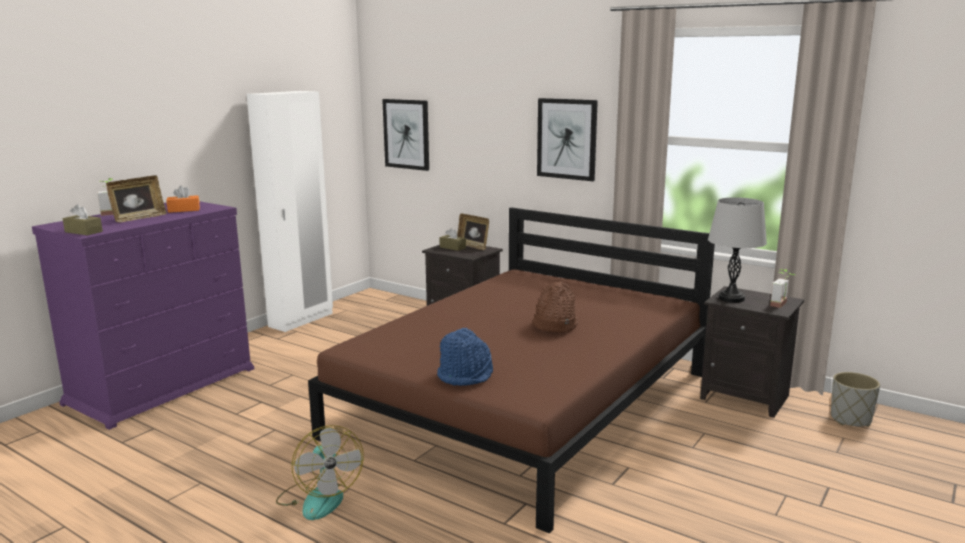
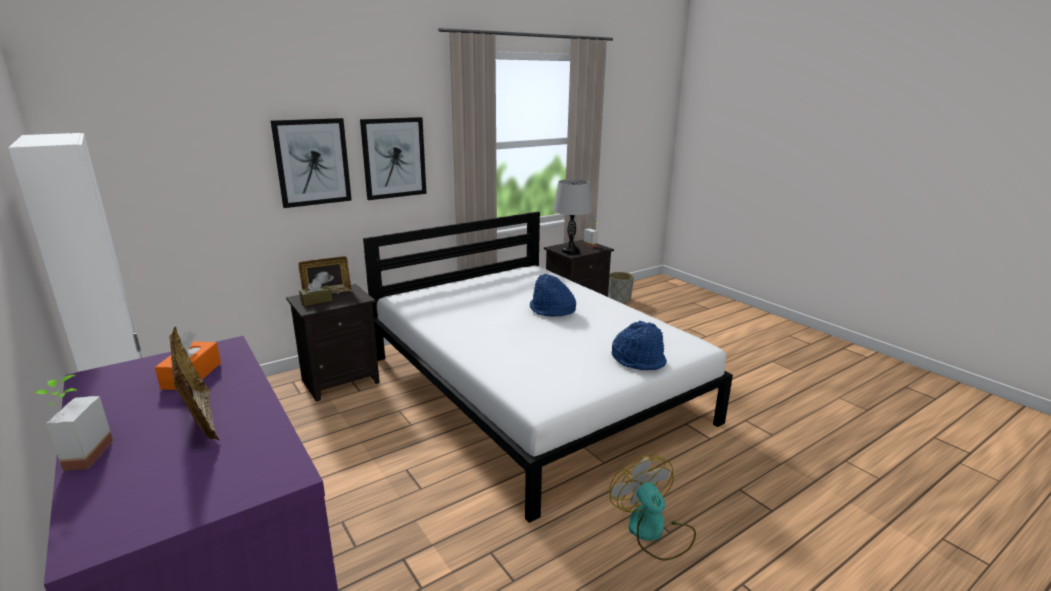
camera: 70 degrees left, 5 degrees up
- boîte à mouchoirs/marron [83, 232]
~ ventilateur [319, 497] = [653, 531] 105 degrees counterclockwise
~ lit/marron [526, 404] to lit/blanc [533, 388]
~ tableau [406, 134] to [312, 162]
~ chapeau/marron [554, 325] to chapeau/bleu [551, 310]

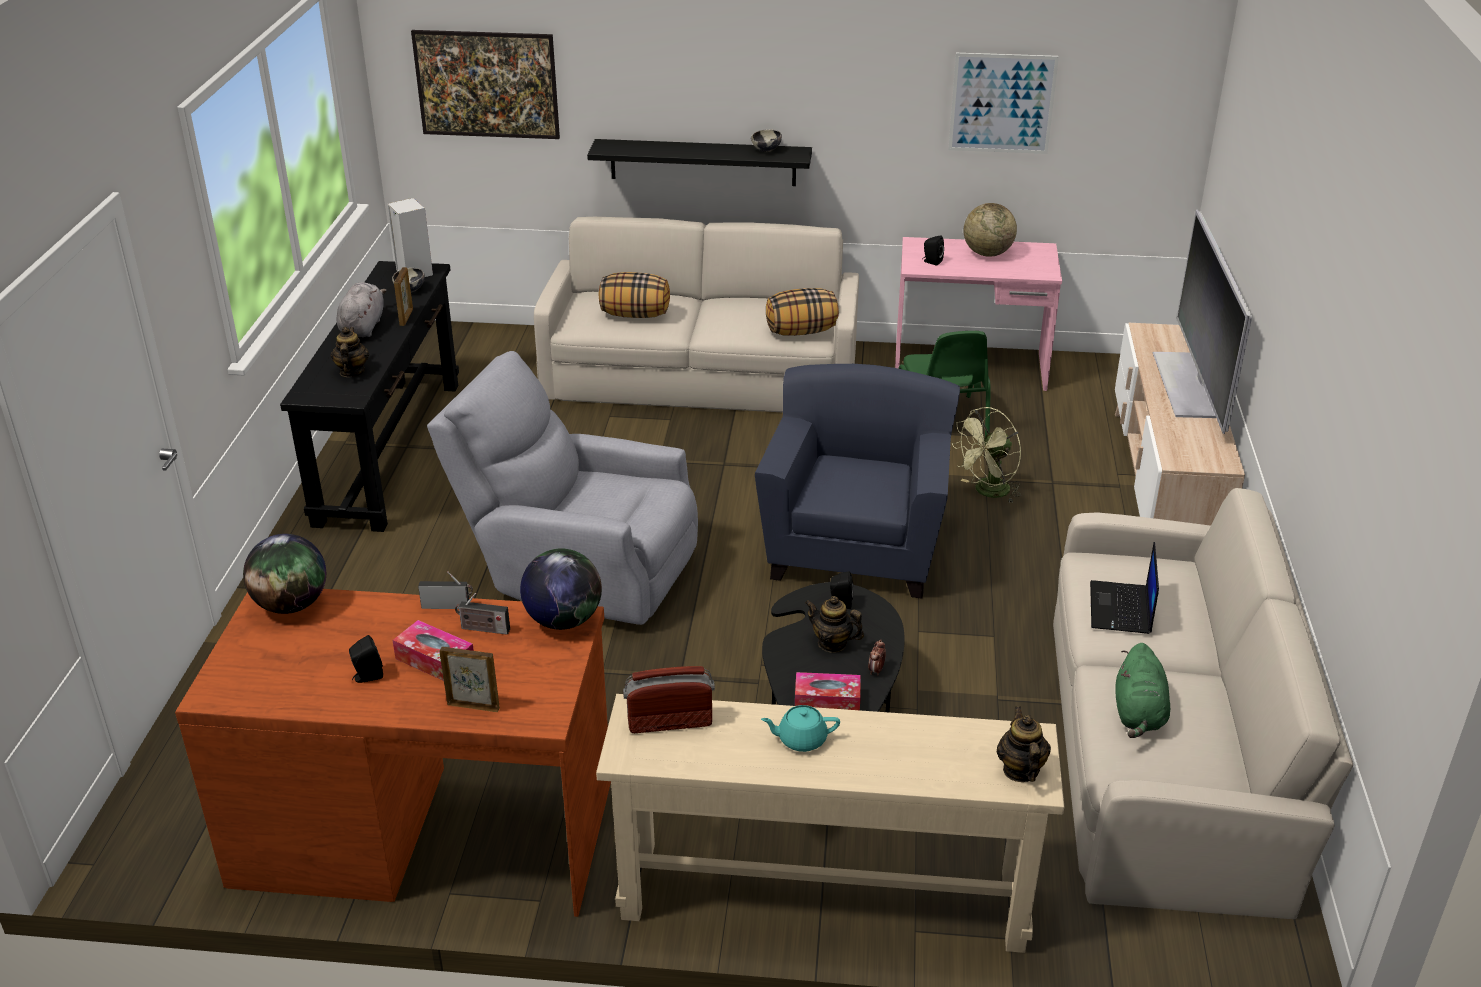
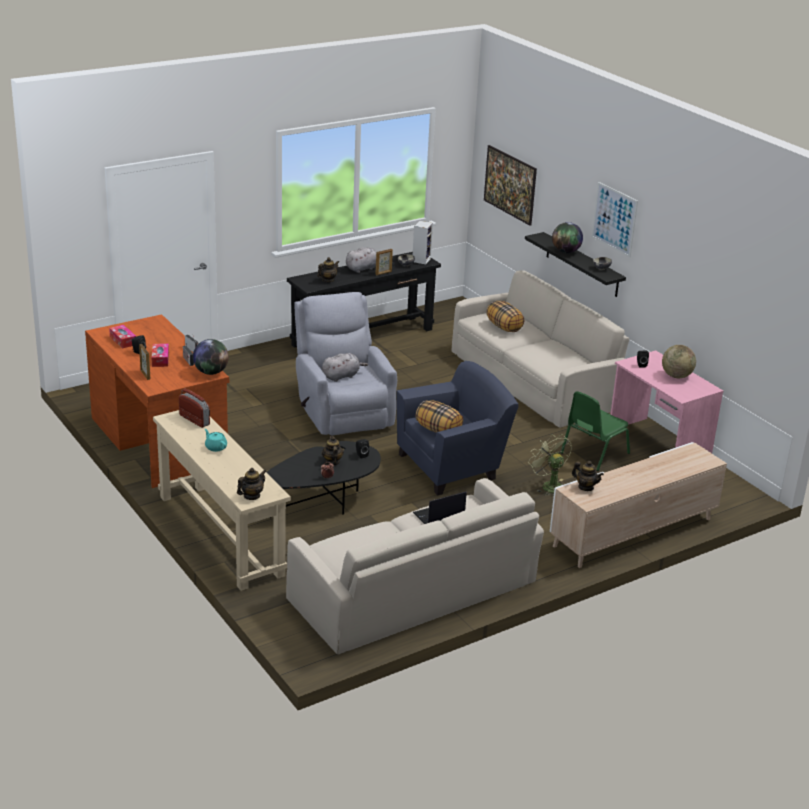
camera: 50 degrees right, 5 degrees down
~ globe [291, 605] to [566, 252]
~ coussin [801, 331] to [438, 430]
~ boîte à mouchoirs [827, 701] to [123, 341]
~ tableau [1002, 103] to [614, 219]
~ ventilateur/vert [987, 492] = [548, 485] 45 degrees clockwise
- peluche/vert [1138, 714]
- téléviseur [1186, 384]
+ peluche/gris [342, 376]
+ théière [586, 487]

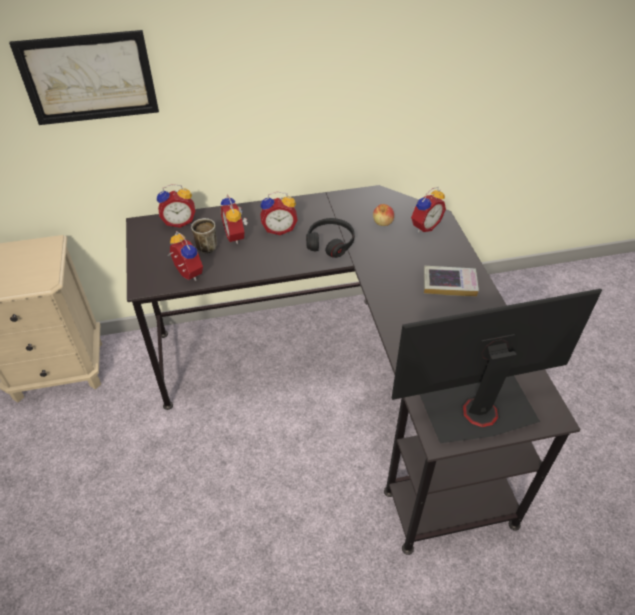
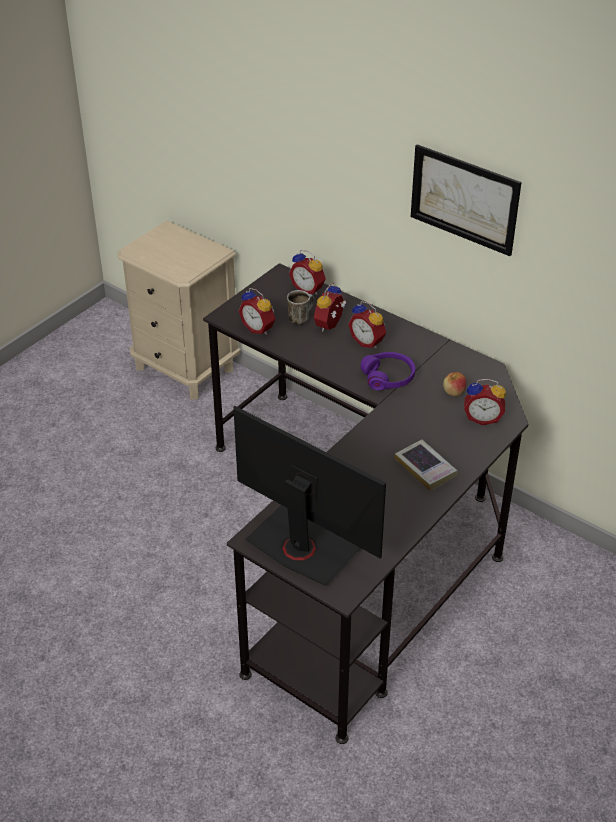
camera: 50 degrees right, 5 degrees down
~ tableau [89, 78] to [464, 199]
~ réveil [186, 274] = [259, 328] 120 degrees clockwise
~ casque audio/noir [330, 242] to casque audio/violet [388, 377]

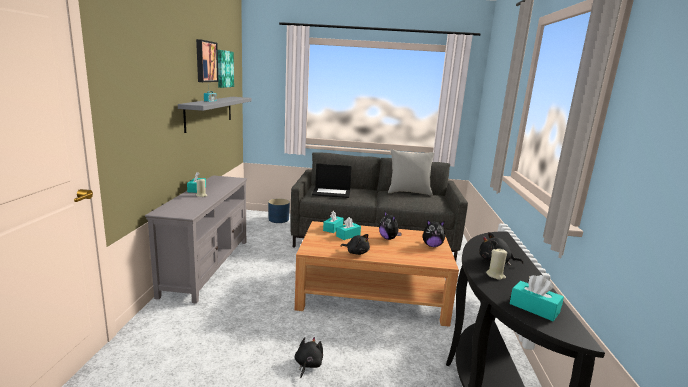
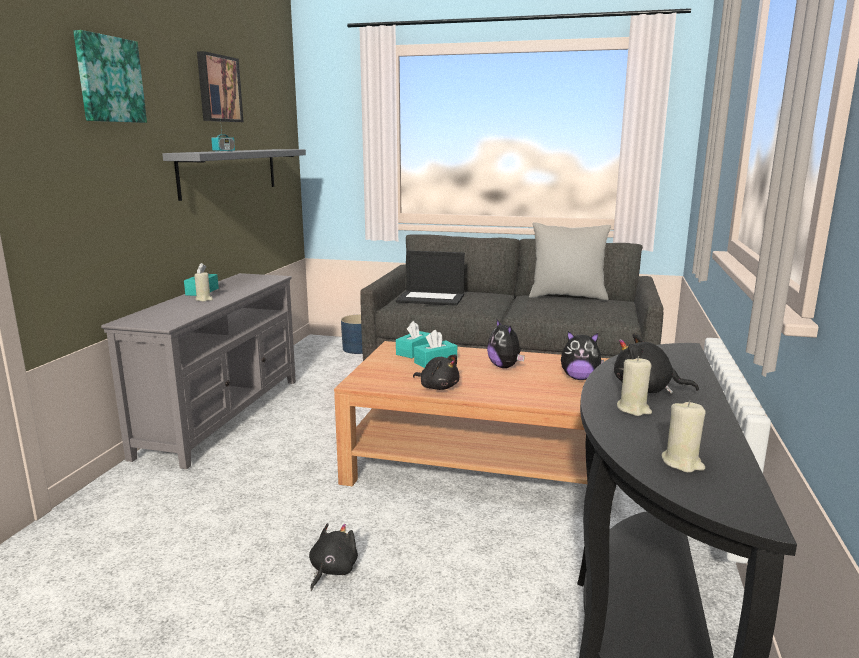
camera: 10 degrees right, 0 degrees up
~ tableau [224, 69] to [109, 79]
~ boîte à mouchoirs/turquoise [534, 308] to bougie/beige [682, 463]

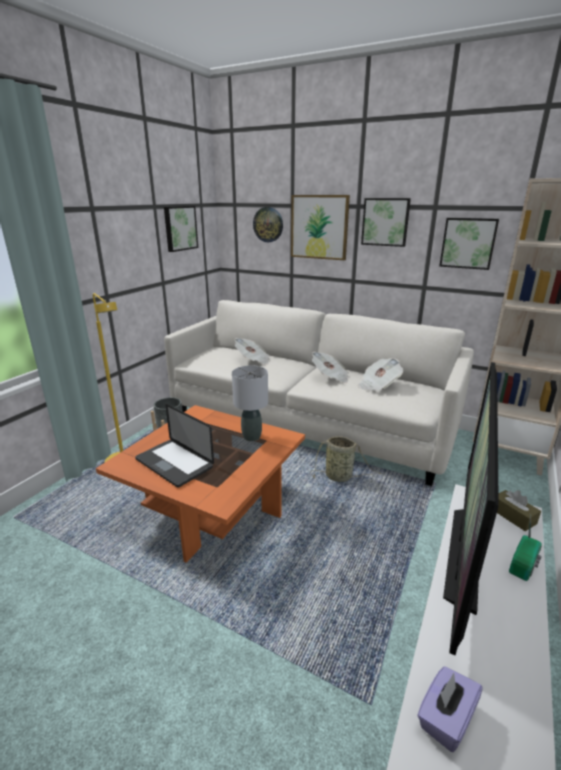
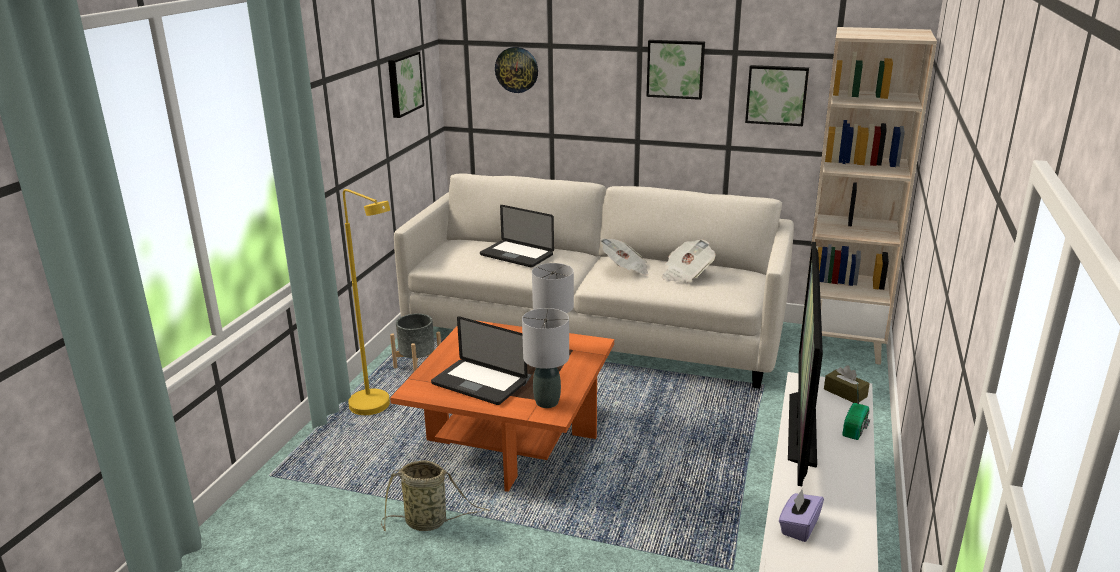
camera: 10 degrees left, 0 degrees up
~ journal [253, 360] to ordinateur portable [516, 255]
- tableau [319, 227]
~ panier [340, 477] to [429, 522]
+ lampe de table/gris [546, 402]

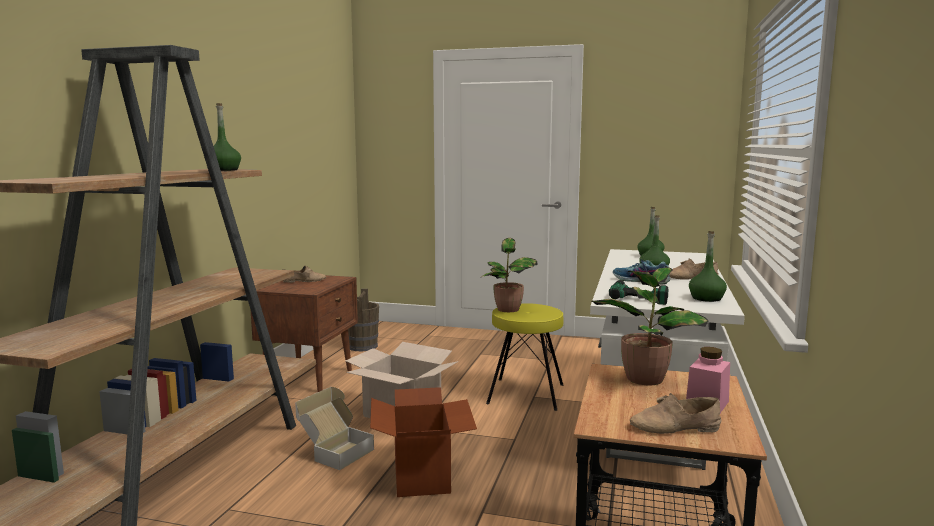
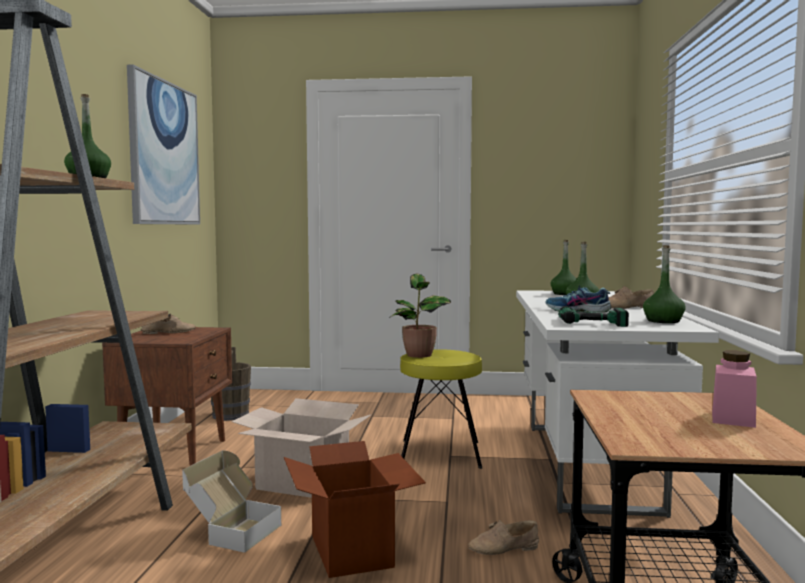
camera: 10 degrees left, 5 degrees down
- plante en pot [645, 378]
~ chaussure/beige [675, 428] to [504, 548]
+ tableau [164, 153]

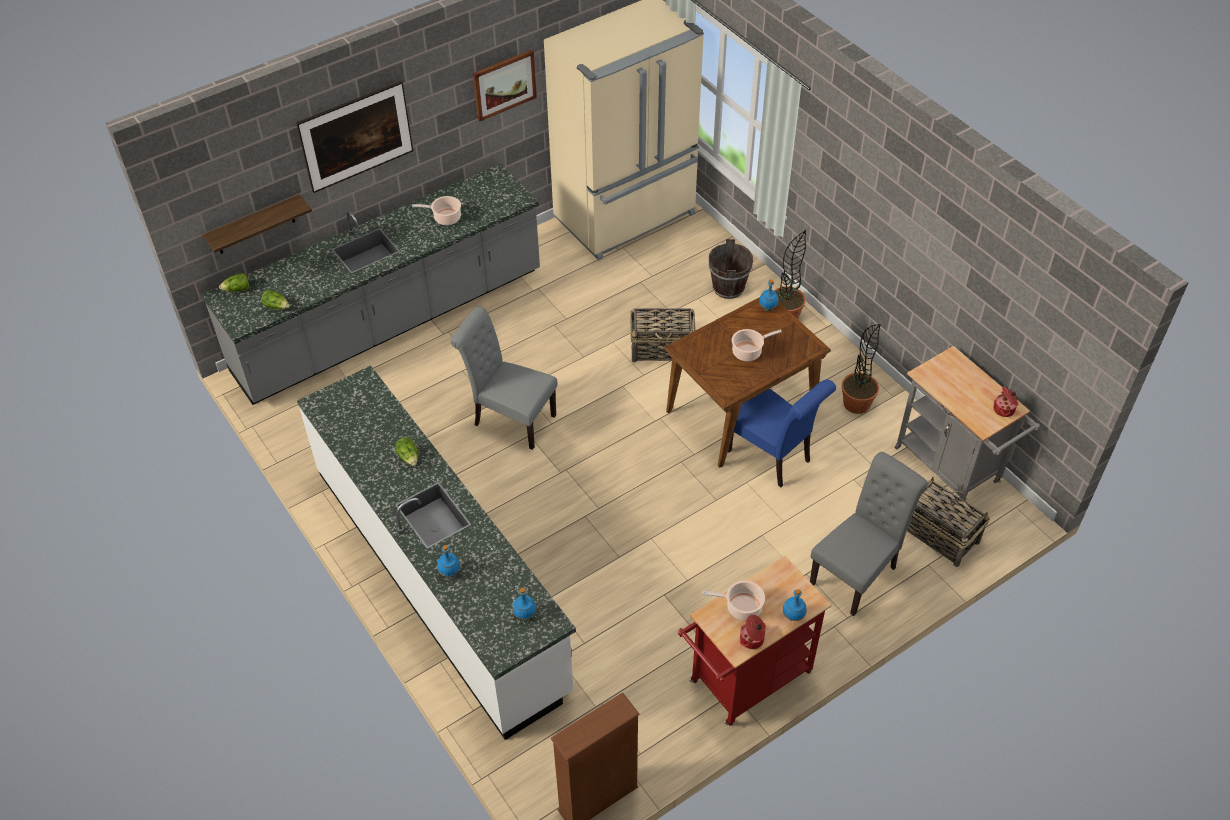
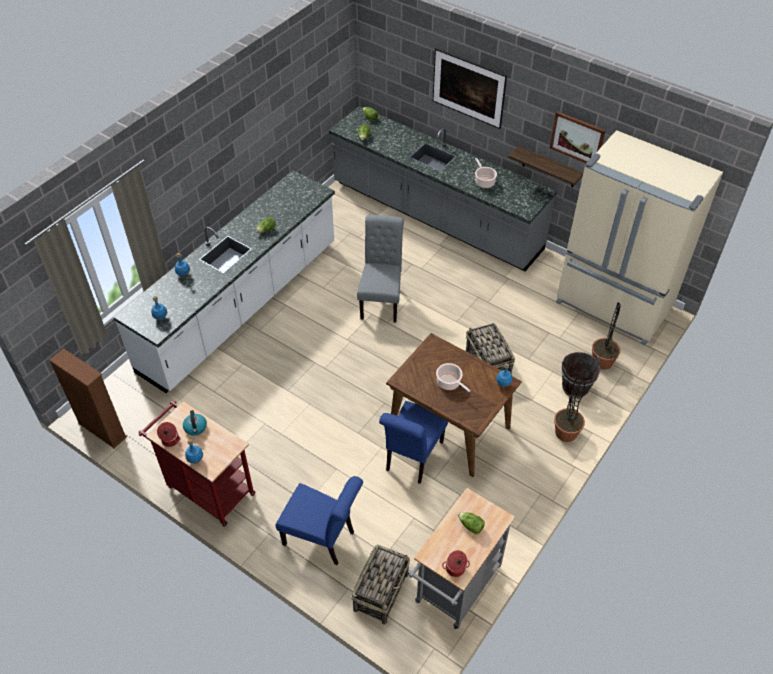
camera: 70 degrees right, 0 degrees up
~ étagère [254, 225] to [549, 167]
~ marmite [741, 607] to bouilloire [195, 428]
~ chaise/gris [857, 573] to chaise/bleu [323, 539]
~ plante en pot [856, 404] to [602, 361]
+ laitue [470, 526]

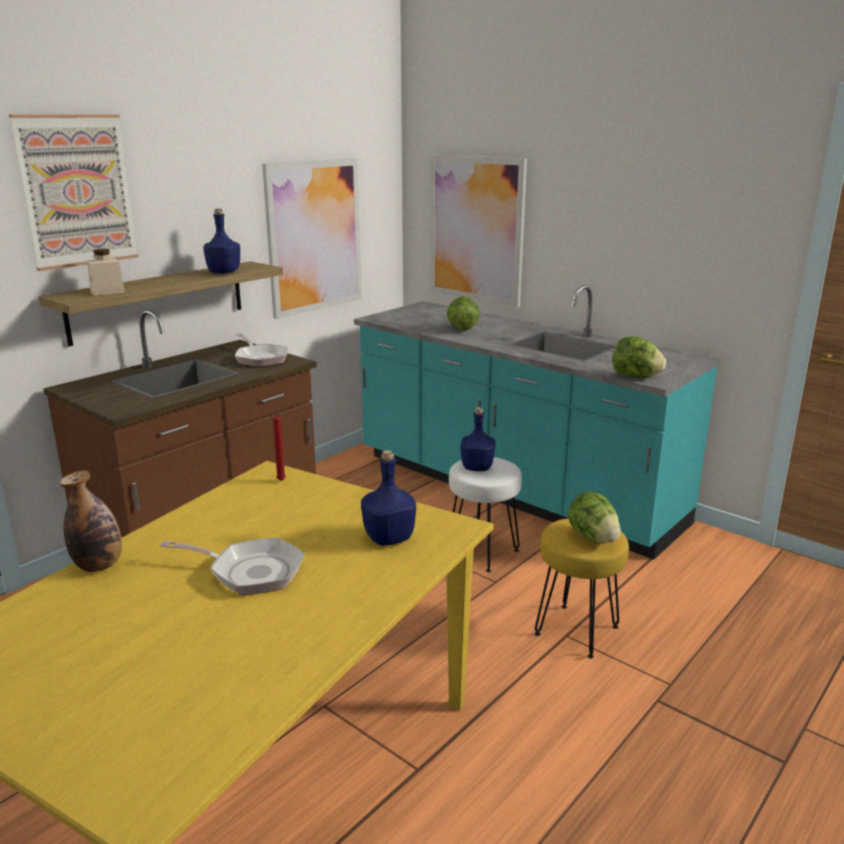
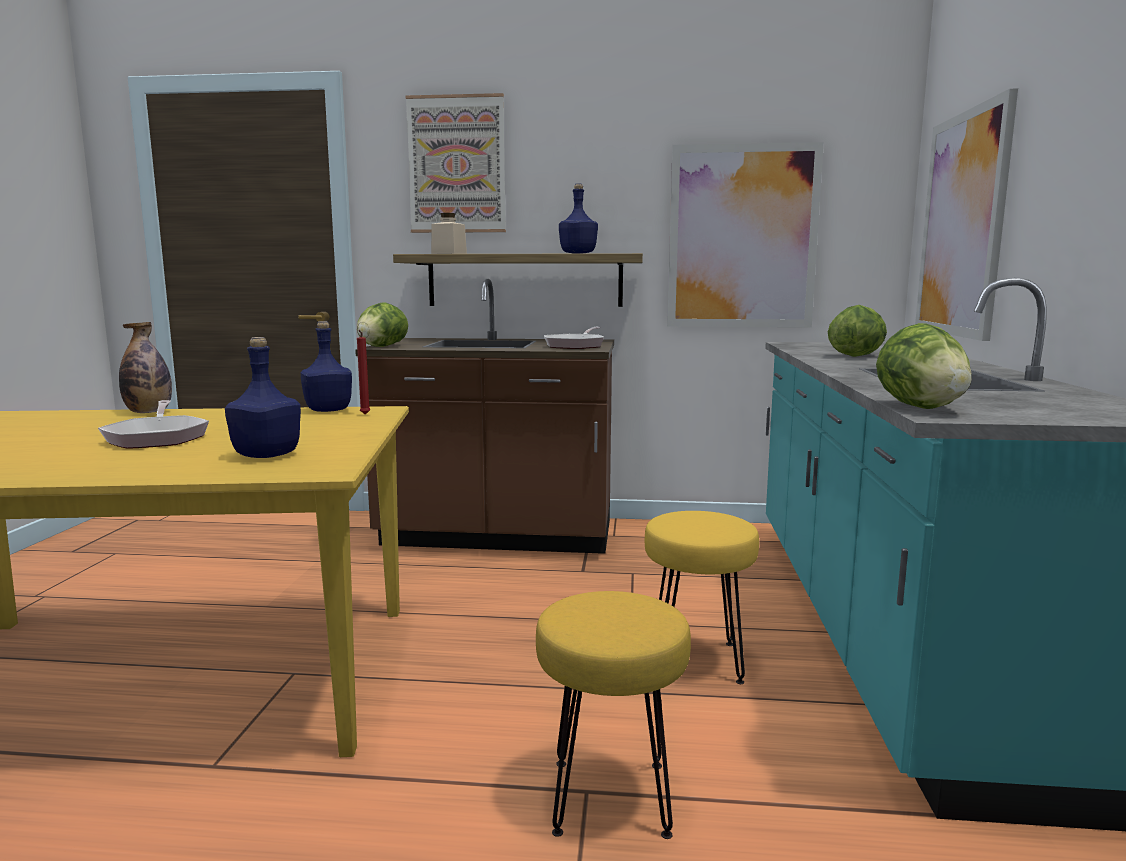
camera: 55 degrees right, 10 degrees down
~ tabouret/blanc [483, 552] to tabouret/jaune [697, 661]
~ bouteille/bleu [477, 467] to [329, 410]
~ laitue [593, 538] to [381, 346]

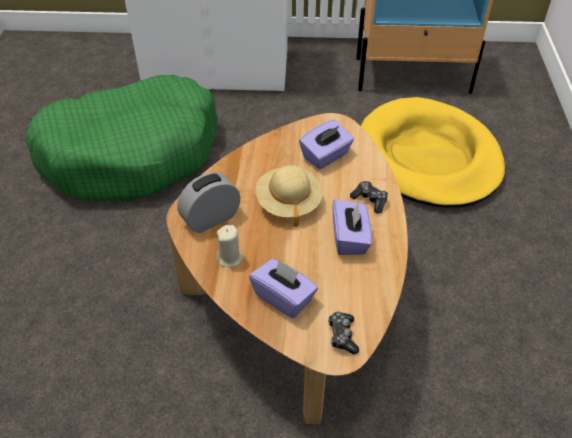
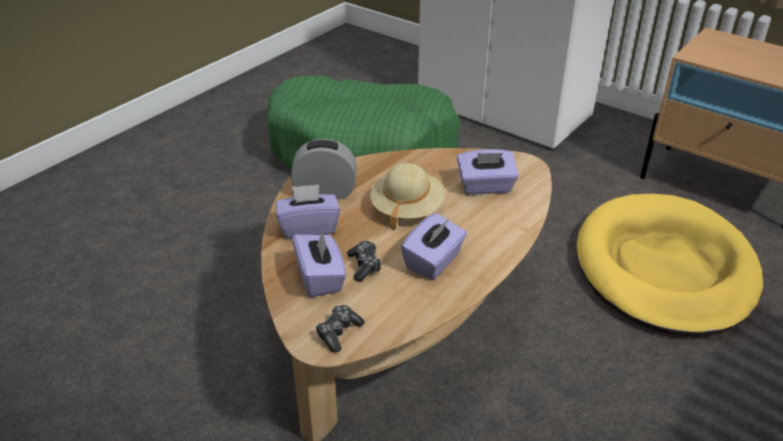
camera: 35 degrees right, 10 degrees down
~ bougie/beige [230, 258] to boîte à mouchoirs/violet [309, 227]
~ manette [370, 200] to [364, 265]

